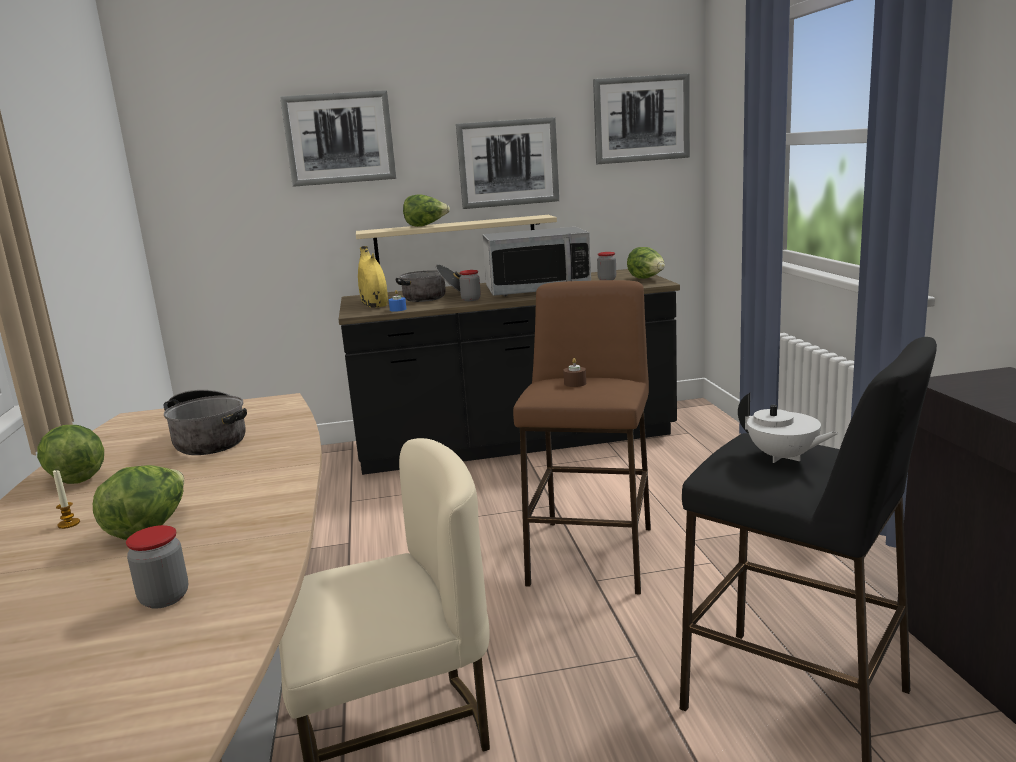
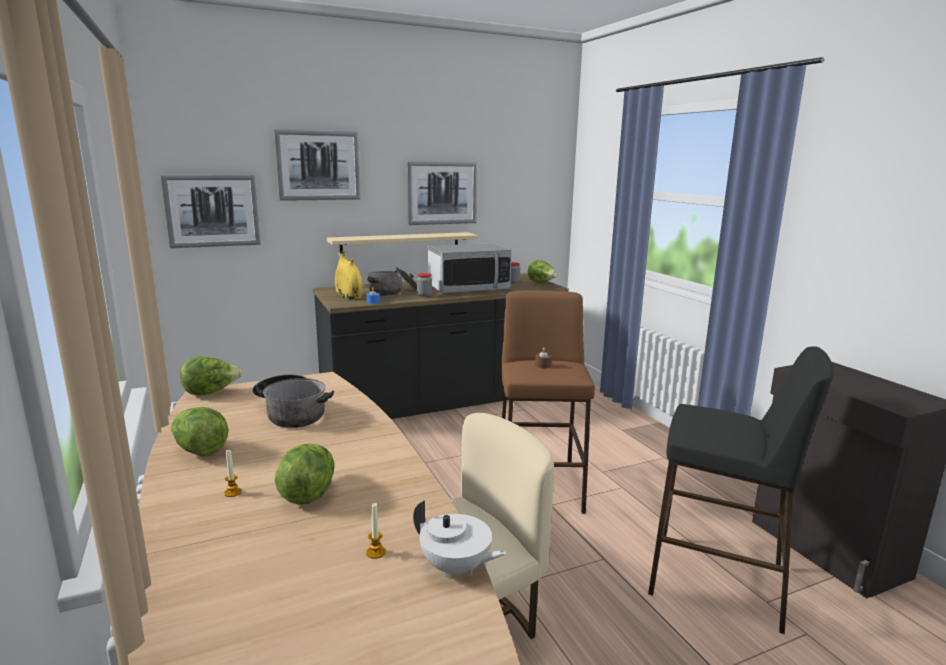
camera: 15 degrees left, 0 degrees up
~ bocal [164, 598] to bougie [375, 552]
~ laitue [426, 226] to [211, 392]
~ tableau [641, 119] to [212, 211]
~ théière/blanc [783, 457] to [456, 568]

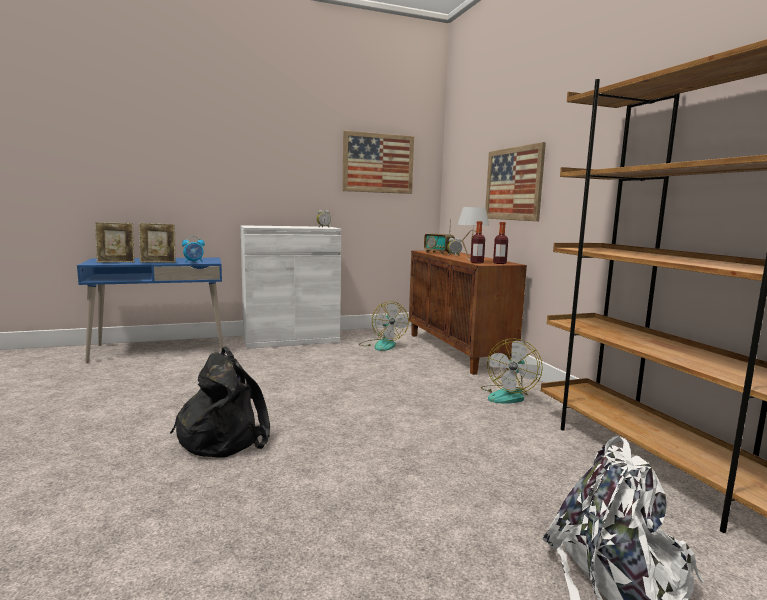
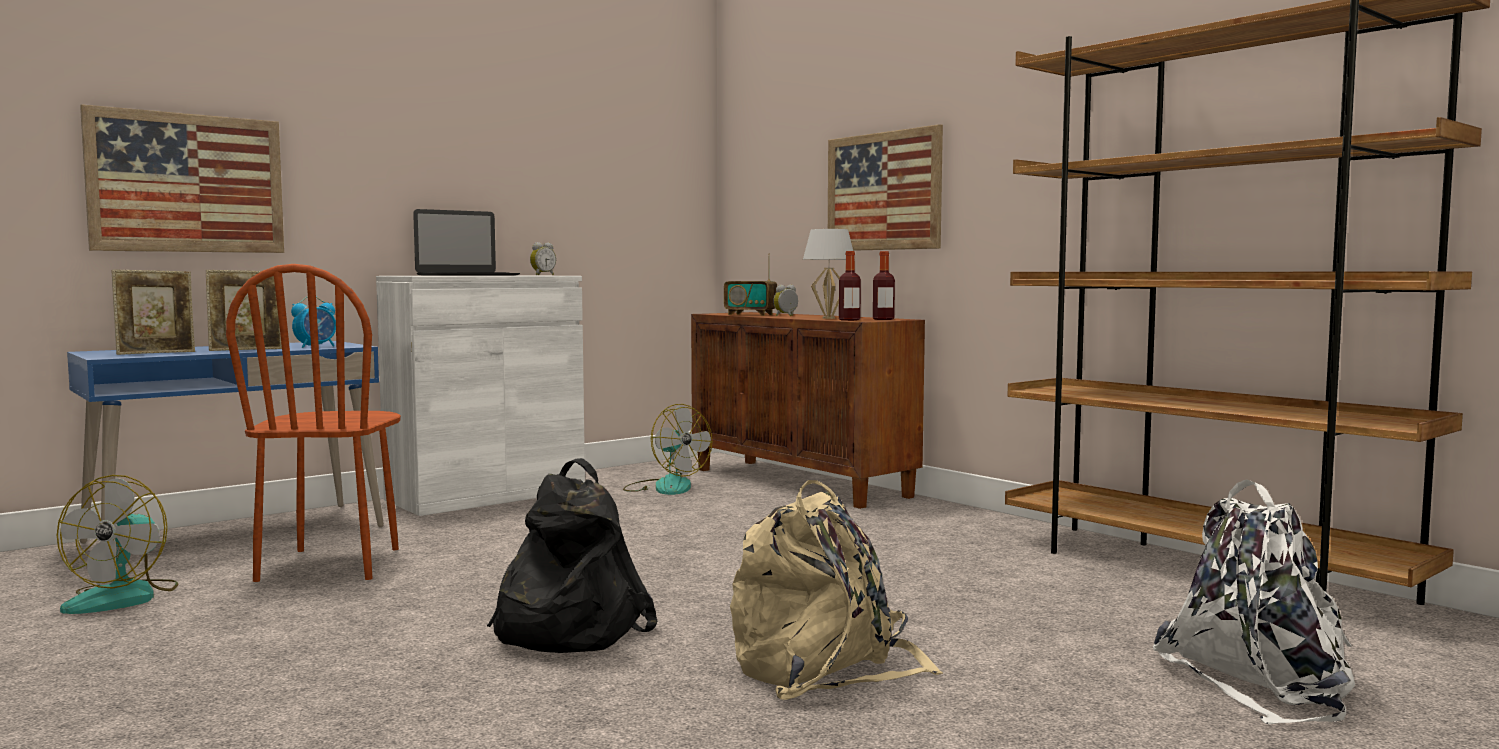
camera: 20 degrees left, 5 degrees down
~ tableau [378, 163] to [187, 183]
~ ventilateur [508, 395] to [124, 597]
+ chaise/marron [331, 564]
+ ordinateur portable [467, 275]
+ sac à dos/beige [825, 667]

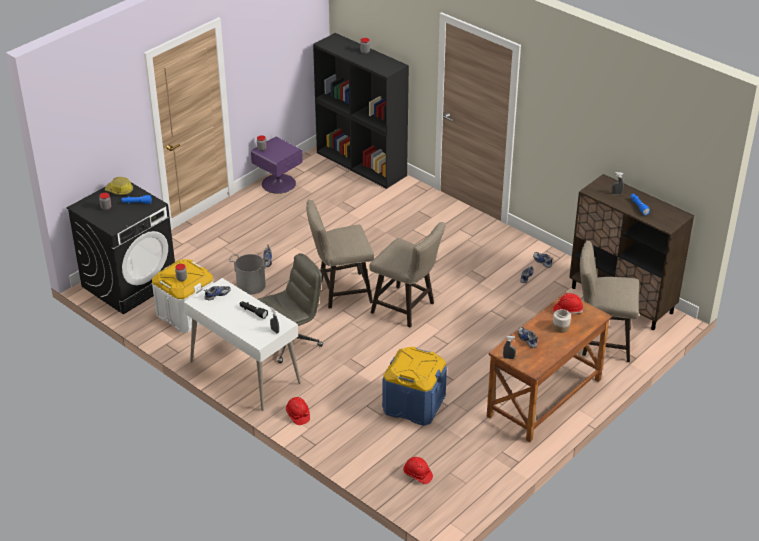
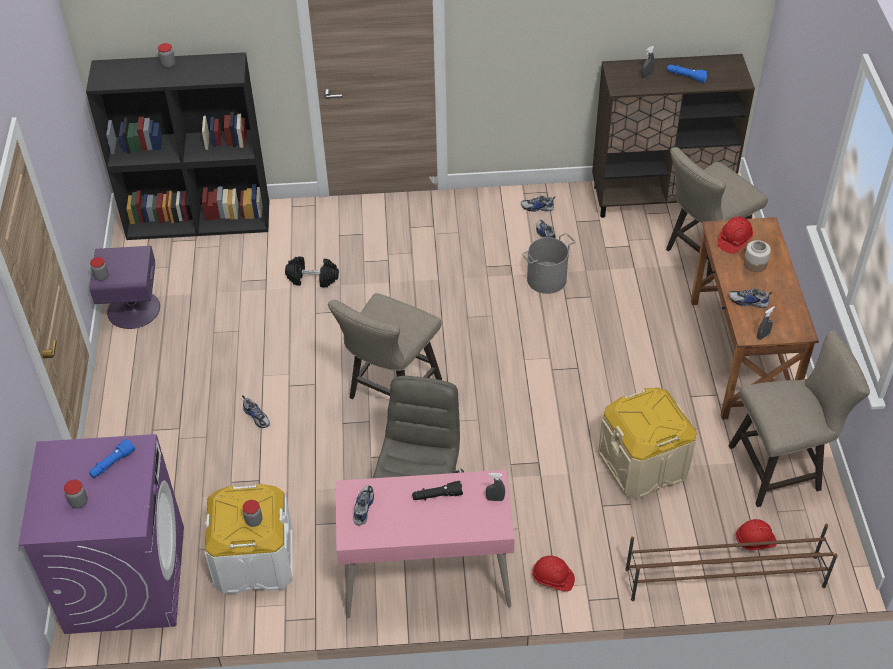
camera: 45 degrees left, 10 degrees up
~ lave-linge/noir [129, 283] to lave-linge/violet [125, 578]
- casque de chantier [120, 190]
~ bureau/blanc [244, 373] to bureau/rose [426, 578]
~ seau/gris [251, 285] to [547, 279]
~ tabouret/beige [407, 309] to [781, 468]
~ boîte de rangement/bleu [414, 404] to boîte de rangement/beige [643, 464]
+ haltère/noir [313, 278]
+ étagère à chaussures/marron [723, 577]

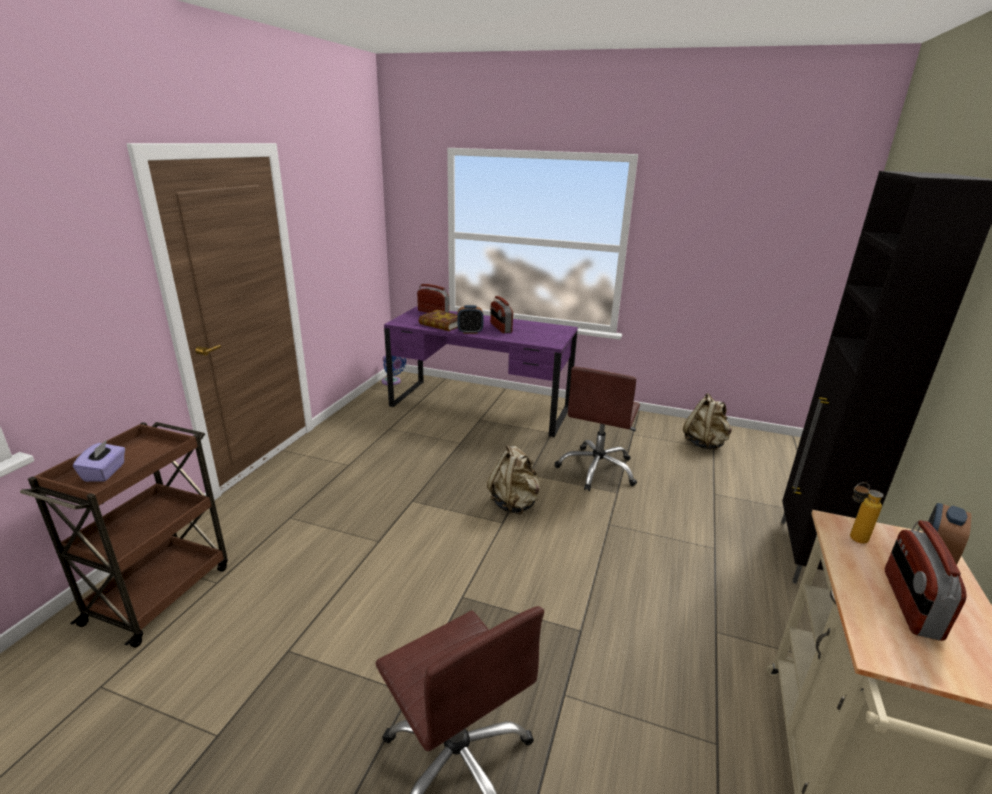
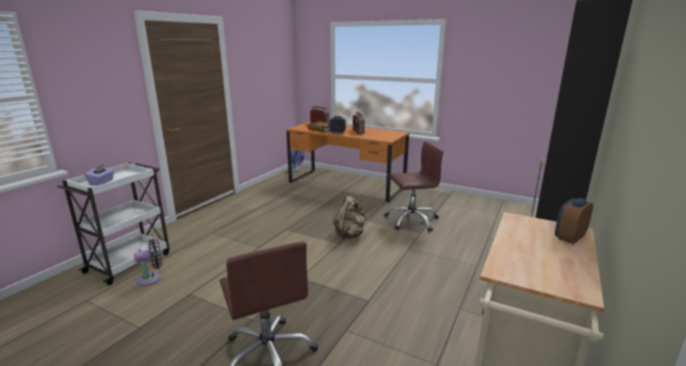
camera: 10 degrees right, 5 degrees down
~ chariot/marron [161, 592] to chariot/blanc [130, 262]
~ bureau/violet [480, 406] to bureau/orange [346, 184]
~ chaise de bureau/marron [597, 469] = [411, 220] 135 degrees counterclockwise
- sac à dos/beige [705, 444]
- bouteille [851, 539]
- radio [910, 604]
+ ventilateur/noir [152, 278]

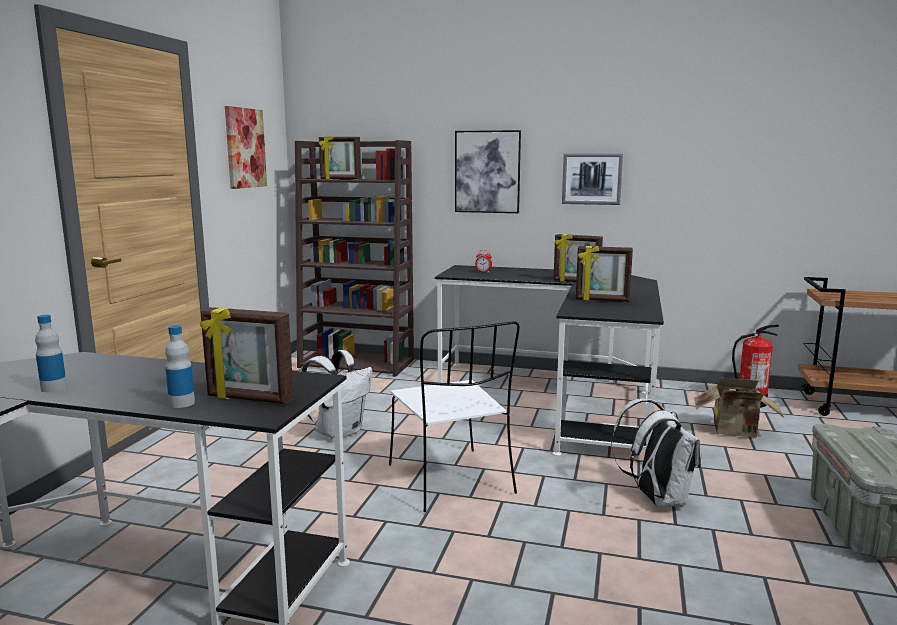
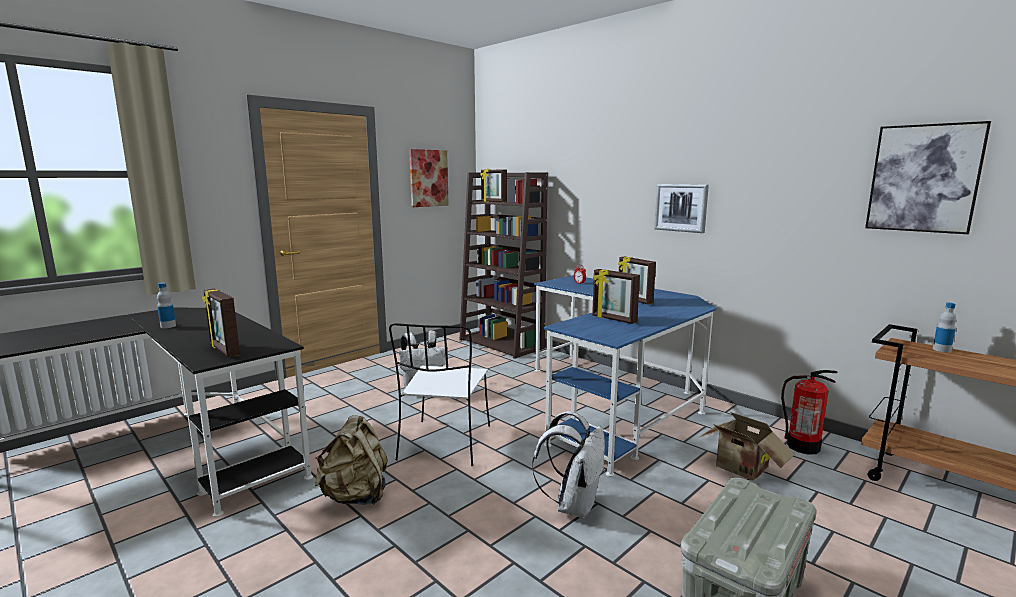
camera: 30 degrees right, 0 degrees up
~ bouteille [182, 403] to [941, 350]
~ bureau/noir [561, 399] to bureau/bleu [616, 402]
~ tableau [487, 172] to [923, 178]
+ sac à dos/beige [356, 496]

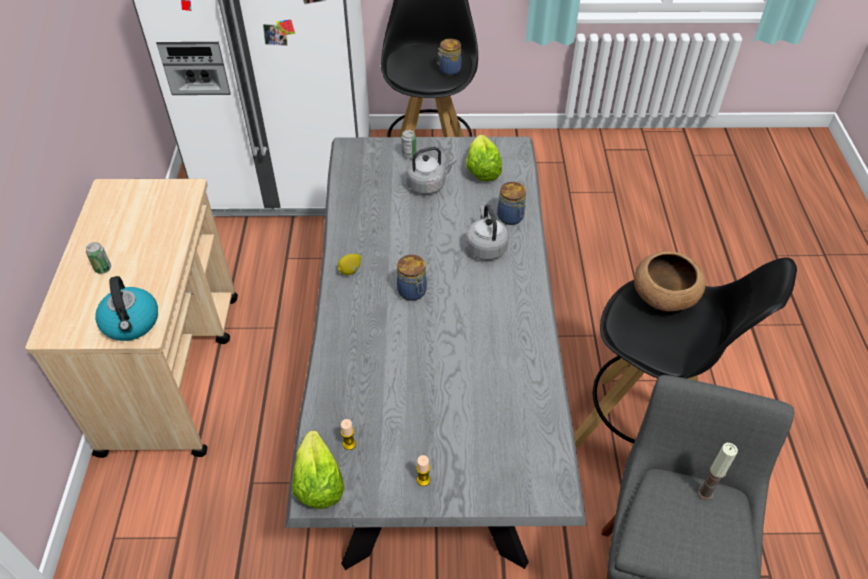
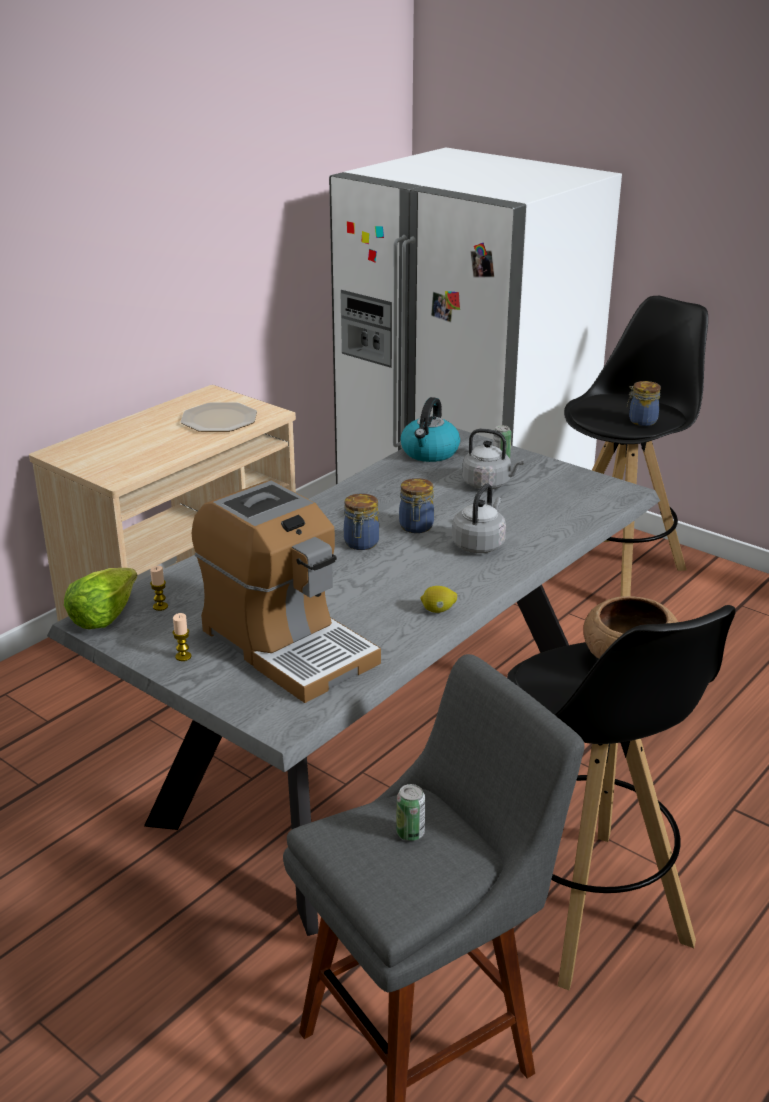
camera: 40 degrees right, 20 degrees down
~ boîte métallique [103, 268] to [410, 833]
~ bouilloire [131, 323] to [429, 453]
~ citron [350, 271] to [438, 610]
- laitue [482, 169]
~ bocal [511, 217] to [416, 527]
- bougie [705, 492]
+ assiette [219, 419]
+ machine à café [286, 645]

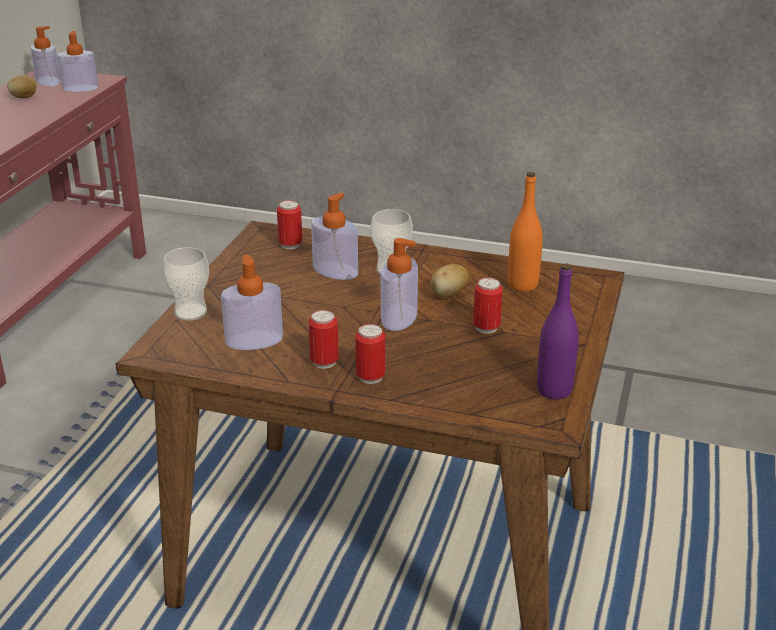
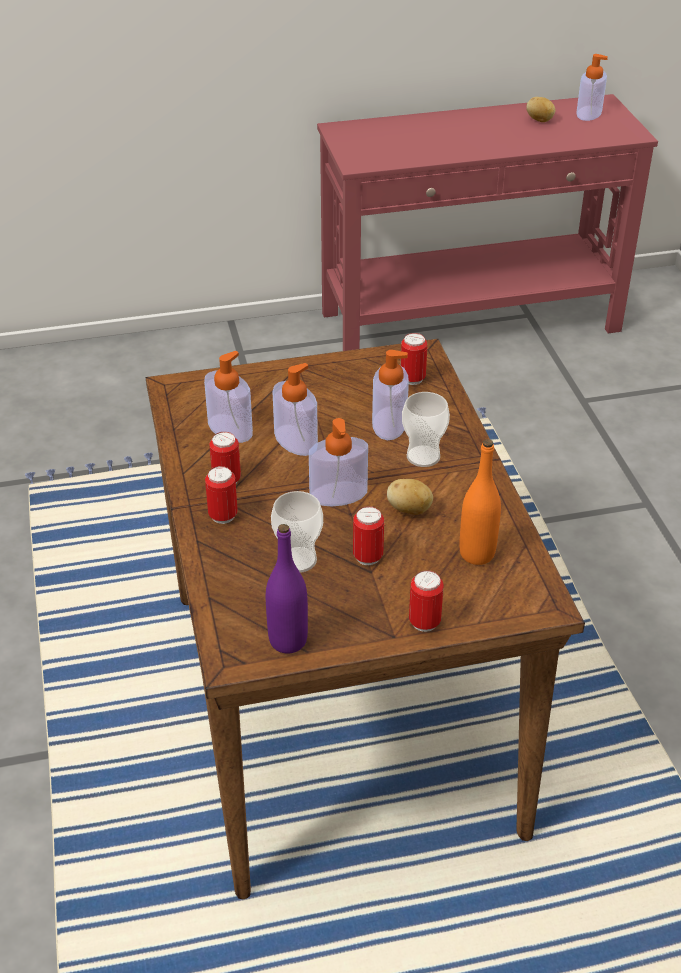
camera: 60 degrees right, 10 degrees up
~ distributeur de savon [80, 88] to [295, 440]
~ tasse [190, 312] to [298, 560]
+ boîte métallique [424, 622]

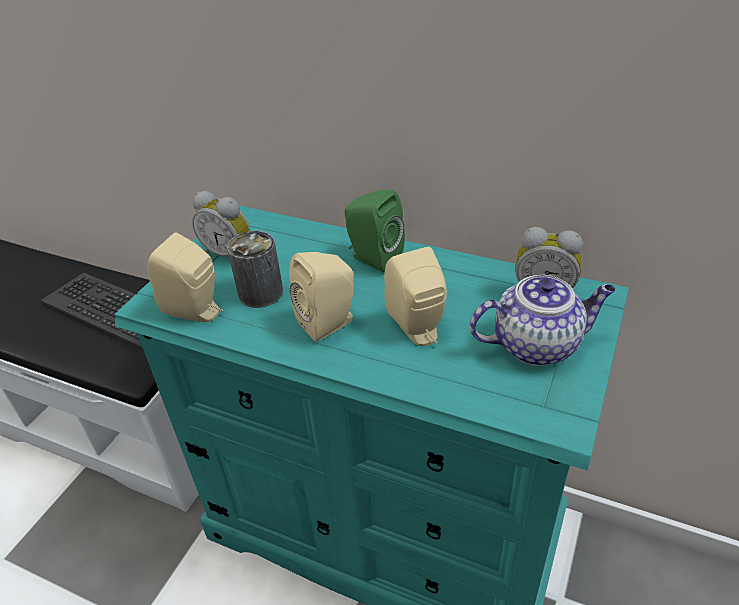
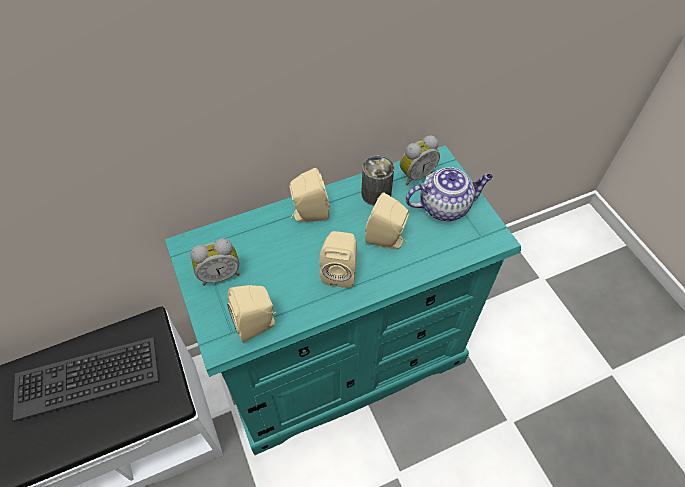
camera: 50 degrees left, 15 degrees up
~ boîte métallique [260, 293] to [376, 194]
~ enceinte/vert [372, 258] to enceinte/beige [309, 214]
~ théière [537, 344] = [445, 206] 45 degrees clockwise

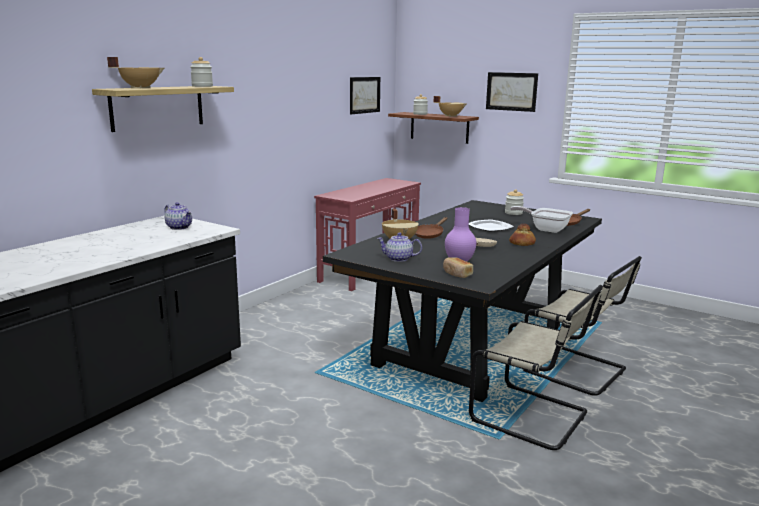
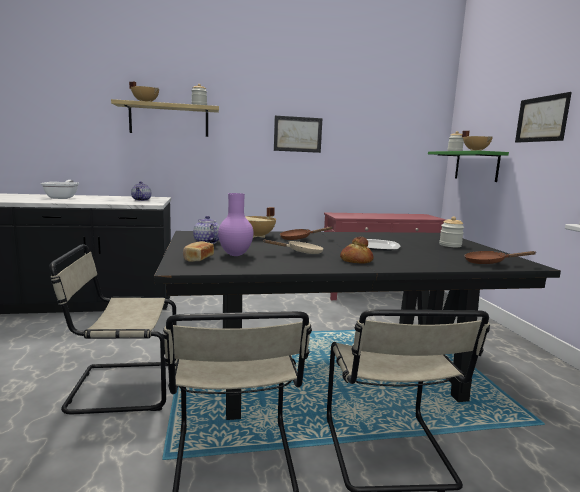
camera: 45 degrees right, 5 degrees down
~ tableau [364, 95] to [297, 134]
~ étagère/marron [439, 127] to étagère/vert [476, 166]
~ poêle [545, 229] to [63, 197]
+ chaise/beige [120, 387]

